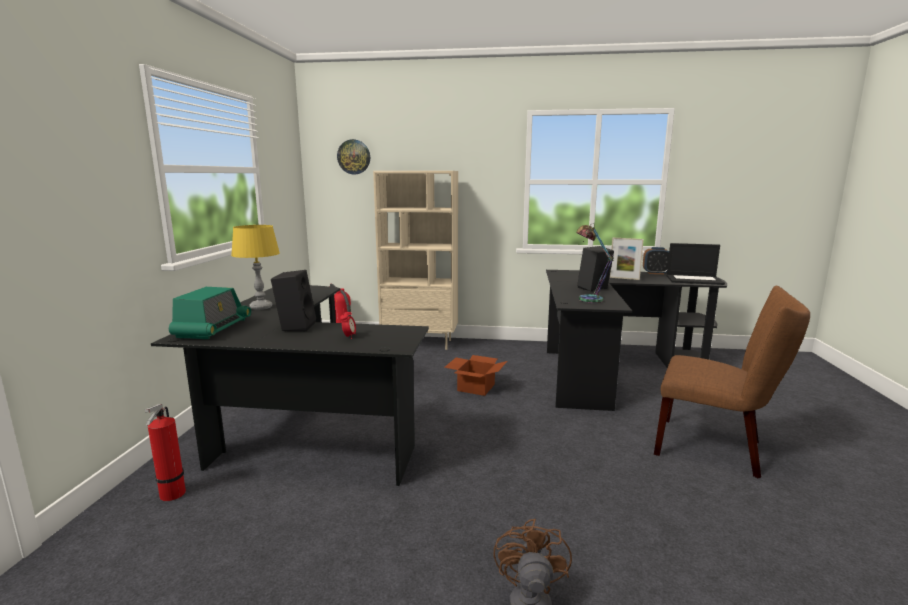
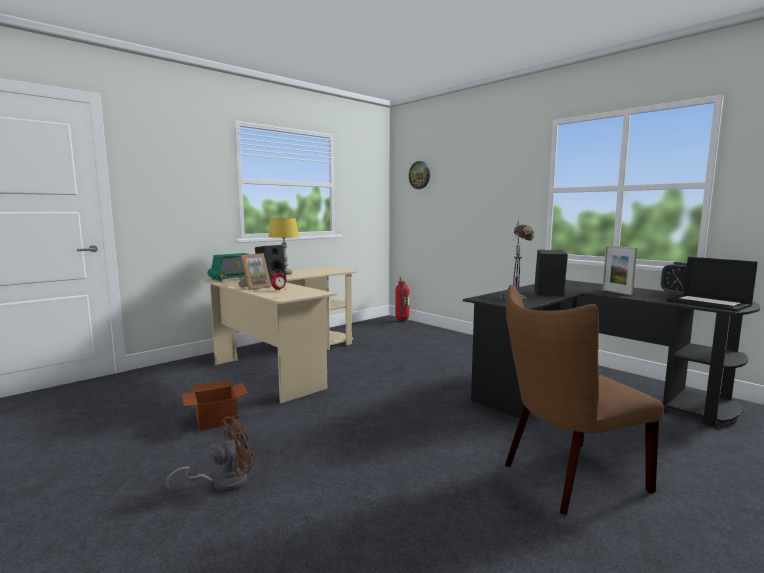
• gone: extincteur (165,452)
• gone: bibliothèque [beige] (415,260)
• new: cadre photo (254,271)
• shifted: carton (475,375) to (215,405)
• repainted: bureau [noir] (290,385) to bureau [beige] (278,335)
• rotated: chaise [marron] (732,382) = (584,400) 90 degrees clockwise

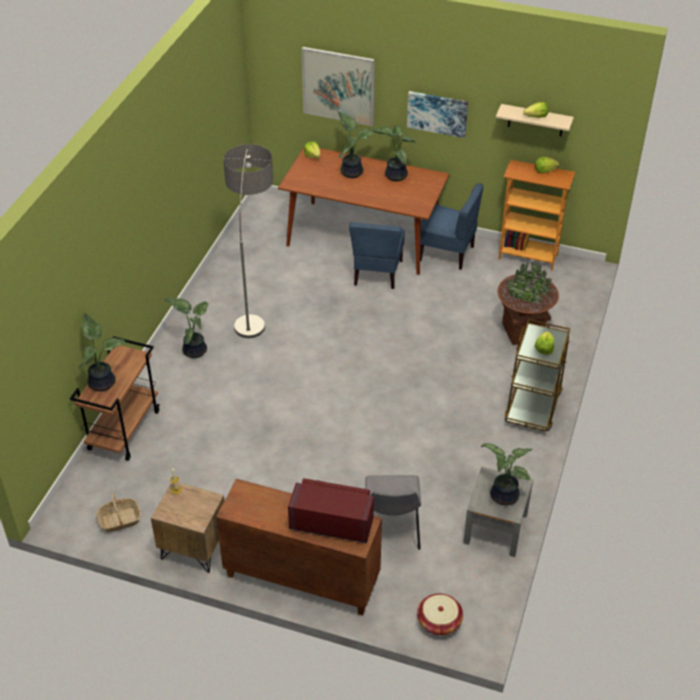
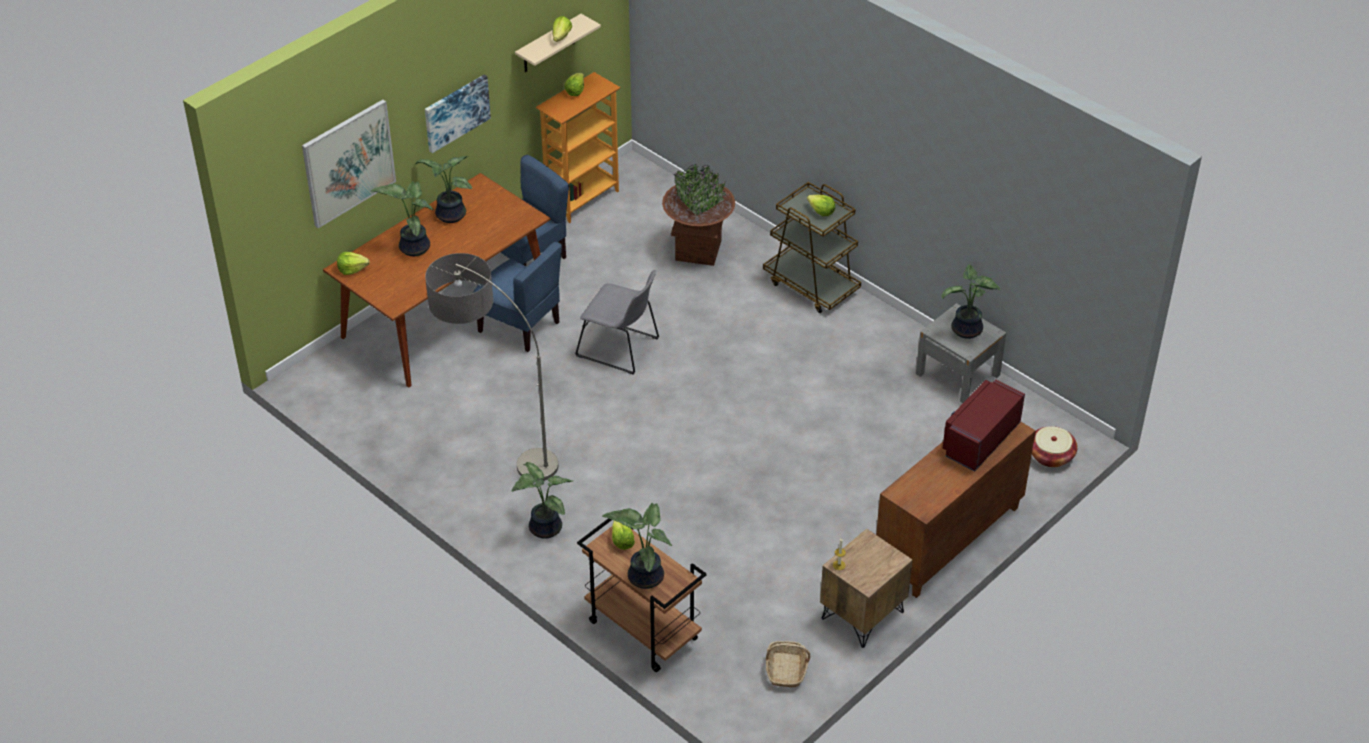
• new: laitue (623,535)
• shifted: chaise [gris] (393,512) to (617,322)

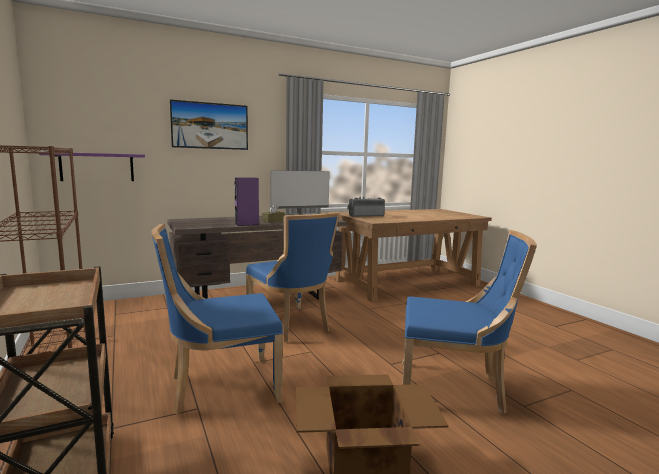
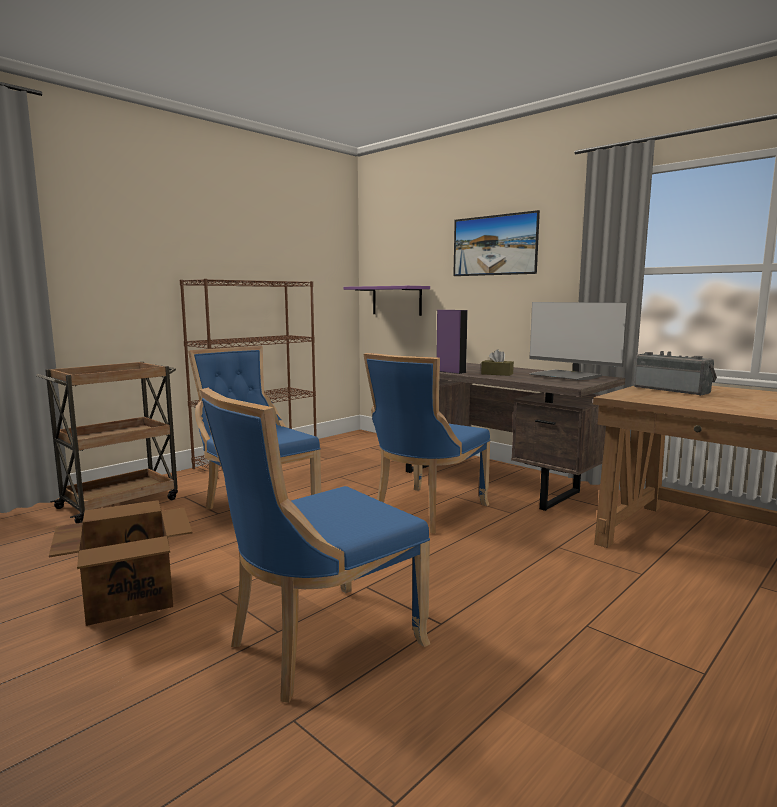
• rotated: chaise [bleu] (469,322) = (315,545) 60 degrees clockwise

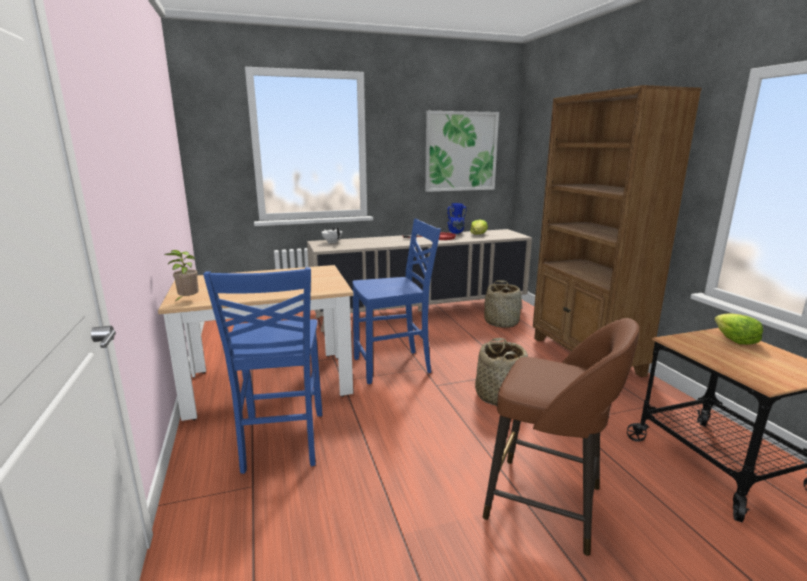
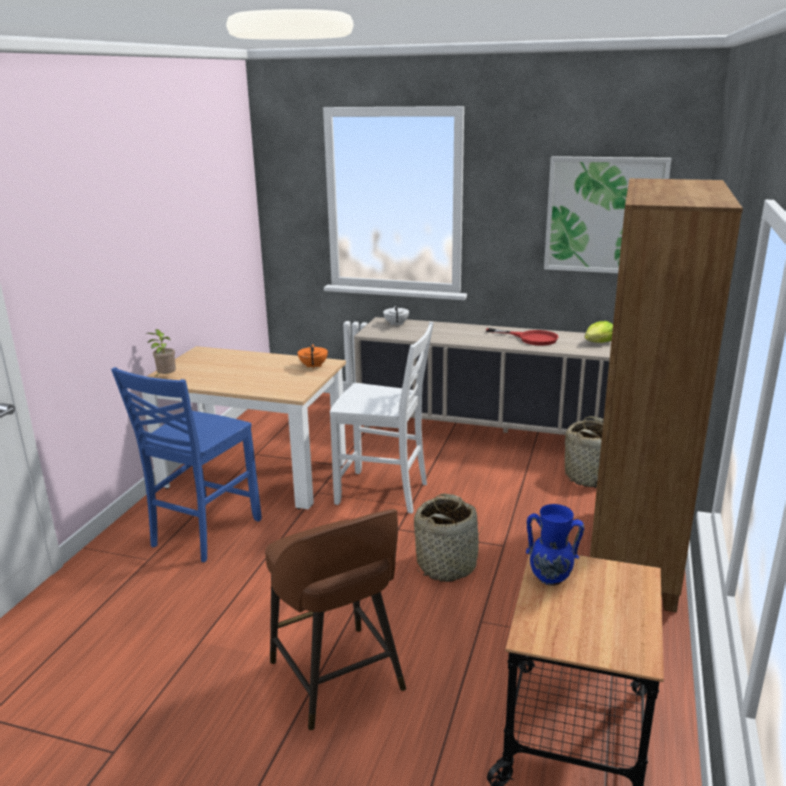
• gone: laitue (739,329)
• new: théière [orange] (313,356)
• shifted: vase [bleu] (457,219) to (555,545)
• repainted: chaise [bleu] (396,301) to chaise [blanc] (382,418)

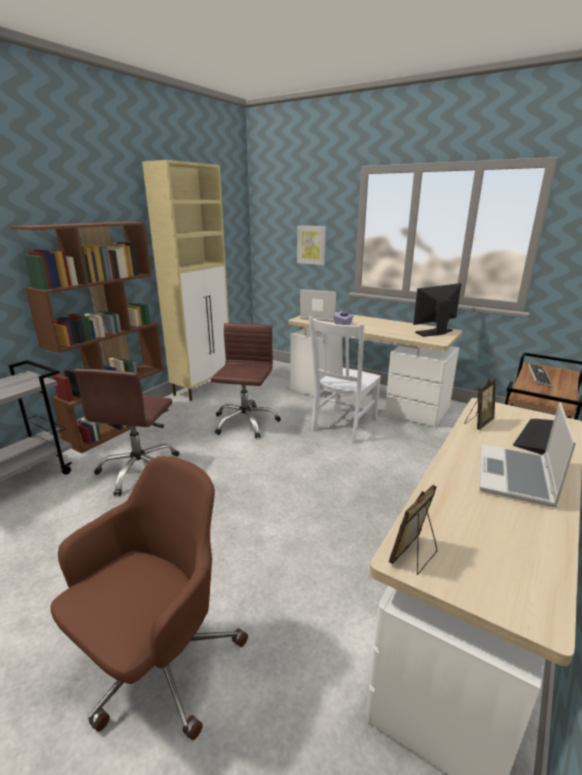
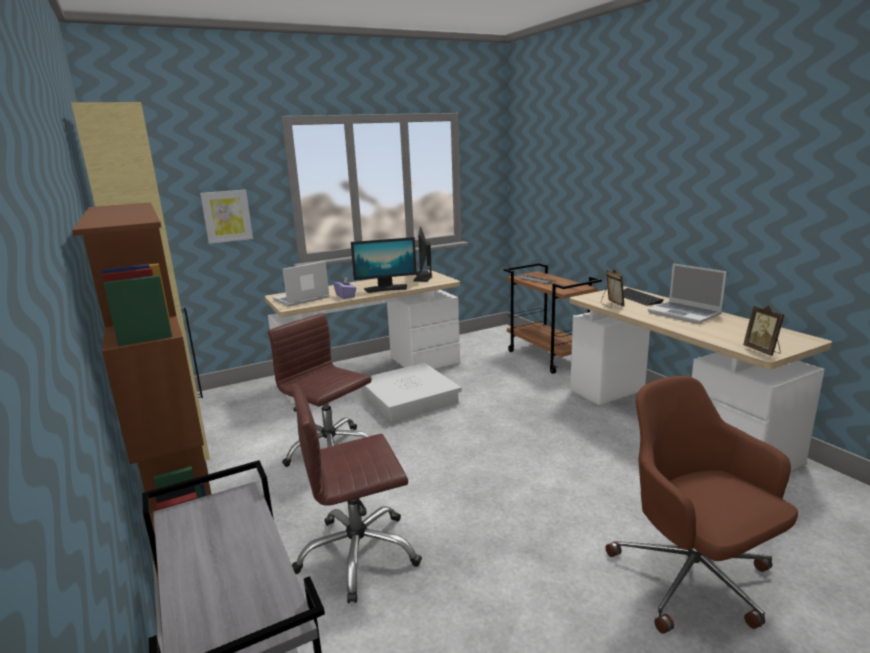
• new: écran d'ordinateur (384,265)
• swapped: chaise [blanc] (345,379) to boîte de rangement [blanc] (412,393)
• rotated: chaise de bureau [marron] (126,432) = (356,493) 120 degrees clockwise

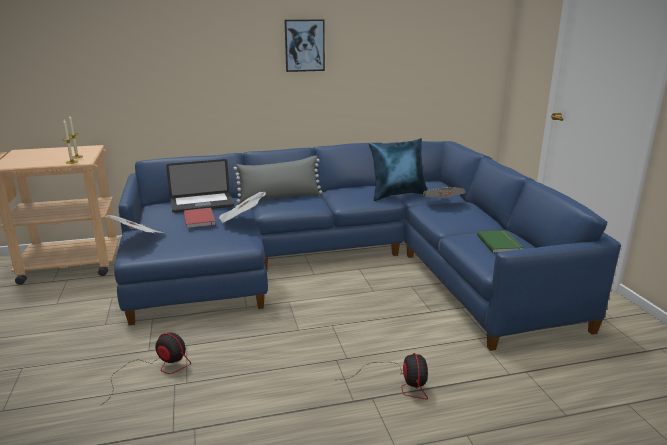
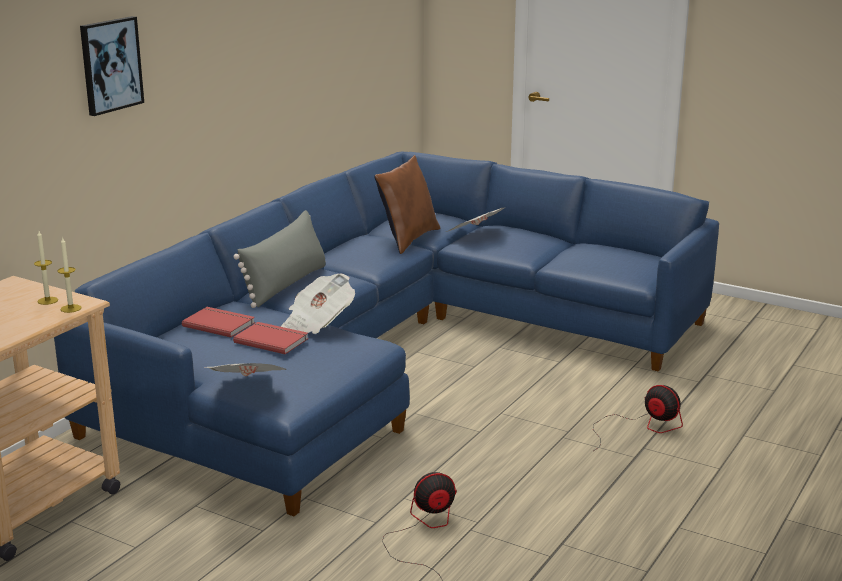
• gone: livre [vert] (500,241)
• shifted: tableau (305,45) to (112,66)
• swapped: ordinateur portable (200,186) to livre [rouge] (218,322)
• repainted: coussin [bleu] (398,169) to coussin [marron] (407,204)

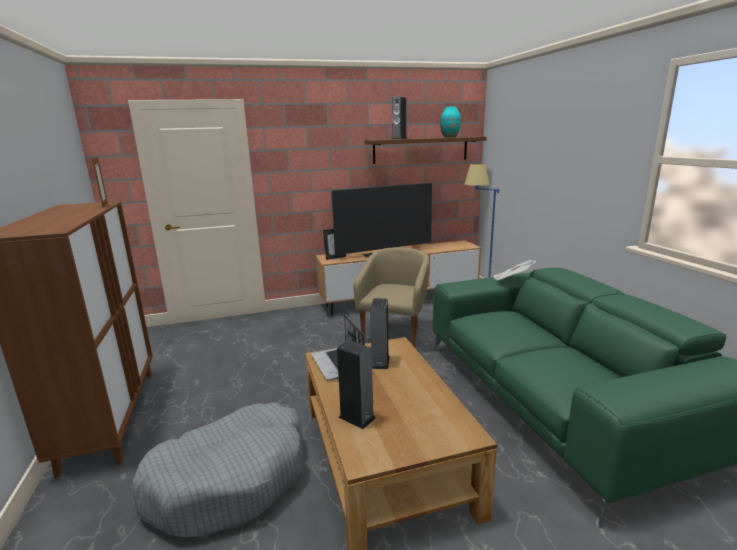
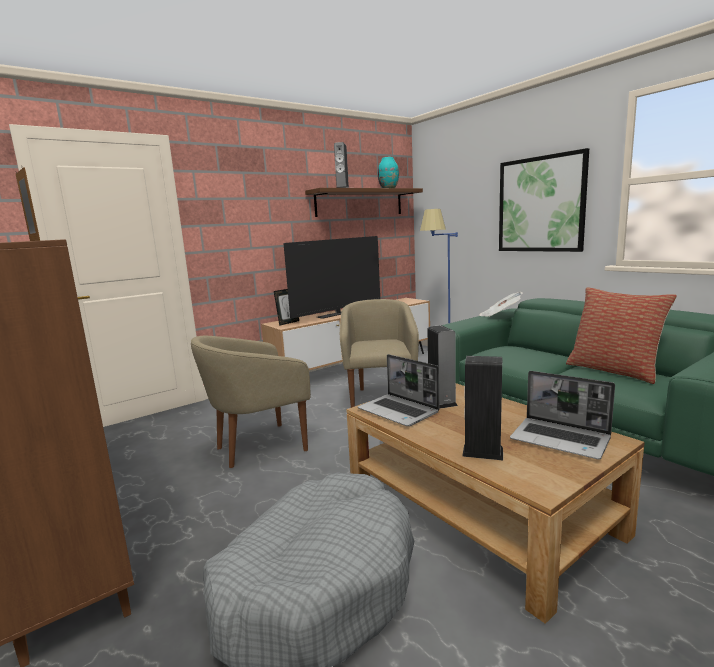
• new: fauteuil [beige] (251,402)
• new: tableau (544,200)
• new: ordinateur portable (562,415)
• new: coussin (621,335)

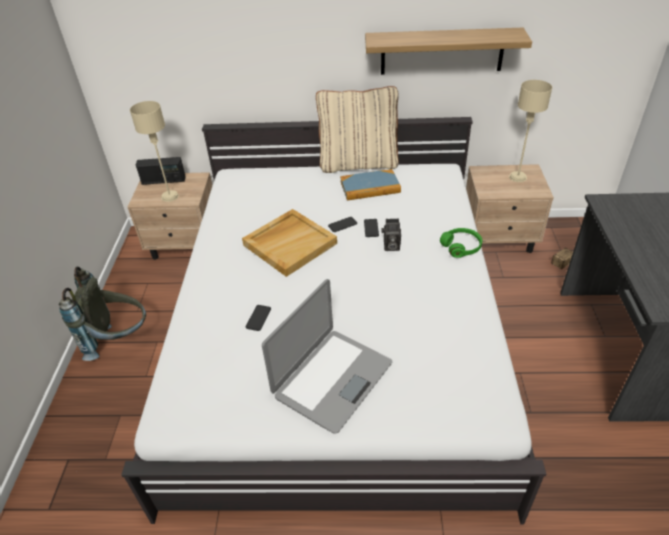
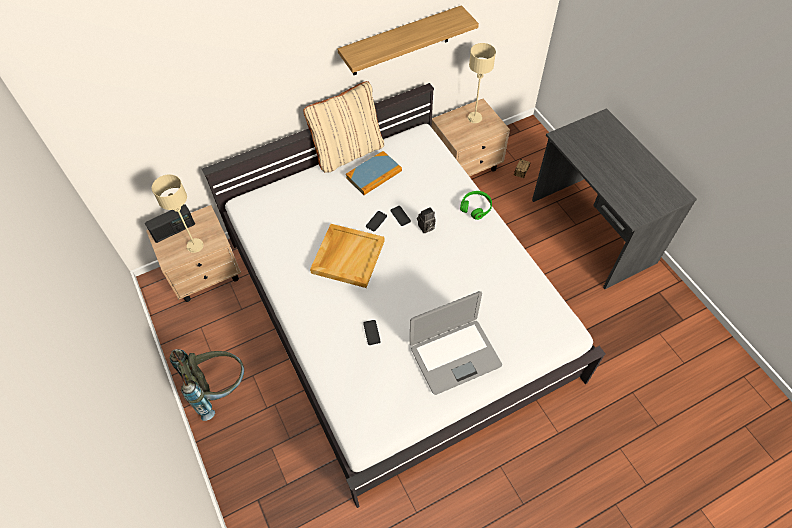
• rotated: ordinateur portable (327,356) = (456,343) 60 degrees clockwise

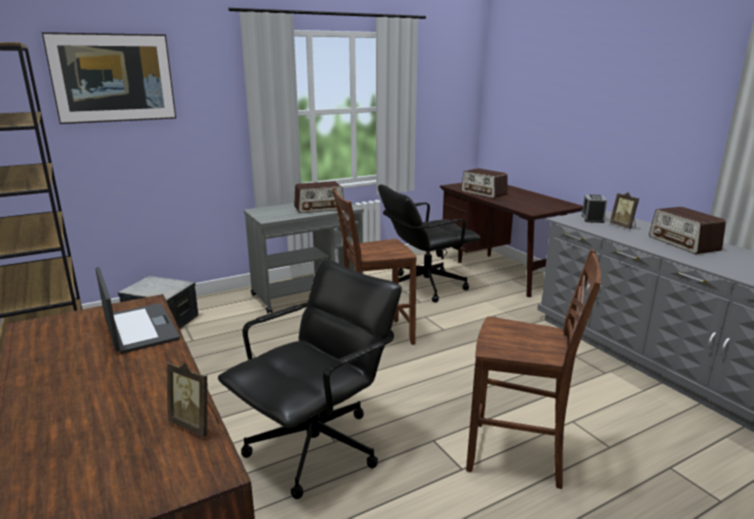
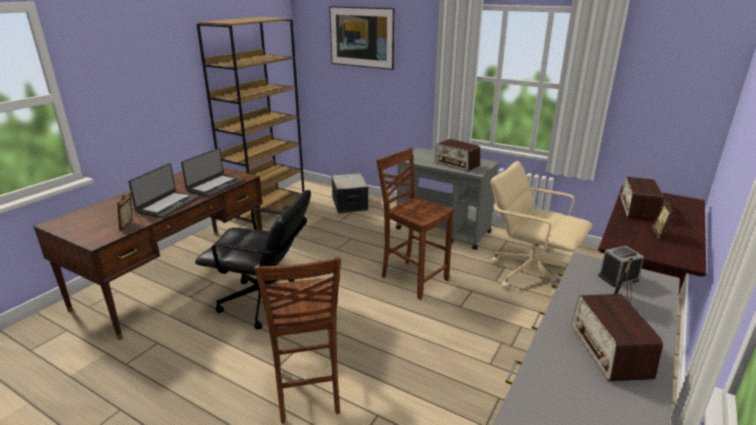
• new: ordinateur portable (164,190)
• new: cadre photo (663,219)
• repainted: chaise de bureau [noir] (429,243) to chaise de bureau [beige] (542,229)
• rotated: radio (687,230) = (617,337) 45 degrees counterclockwise

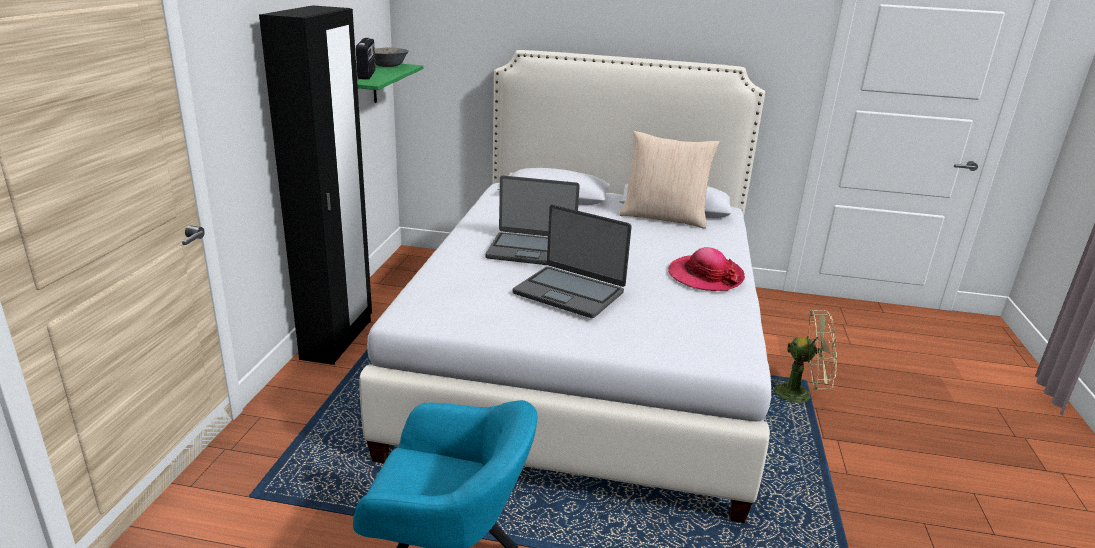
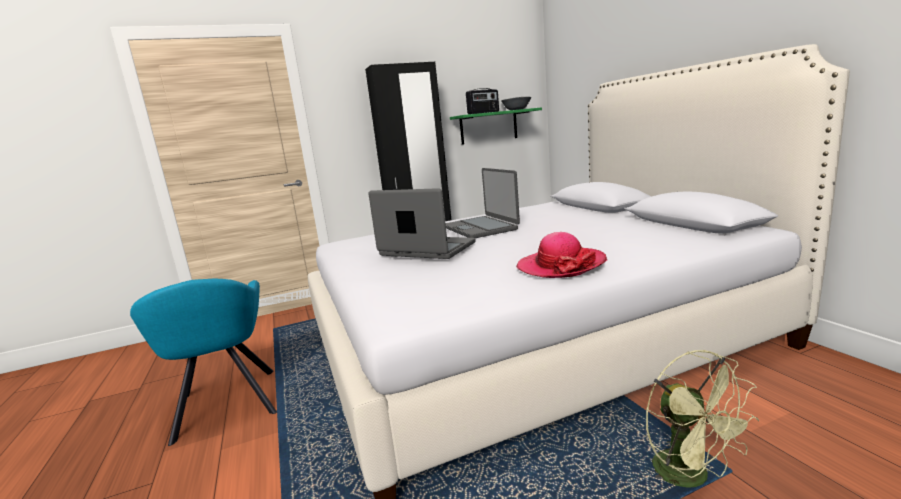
• gone: coussin [beige] (669,180)
• rotated: ordinateur portable (572,261) = (422,223) 120 degrees clockwise

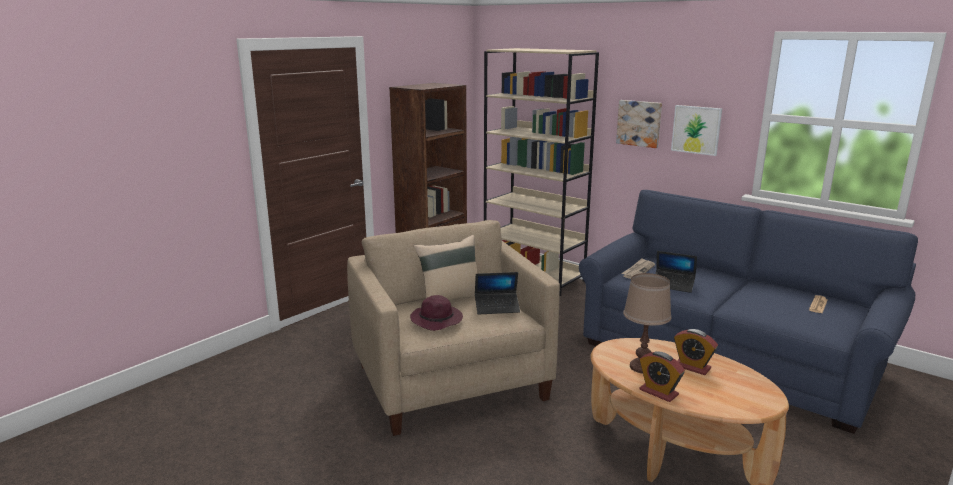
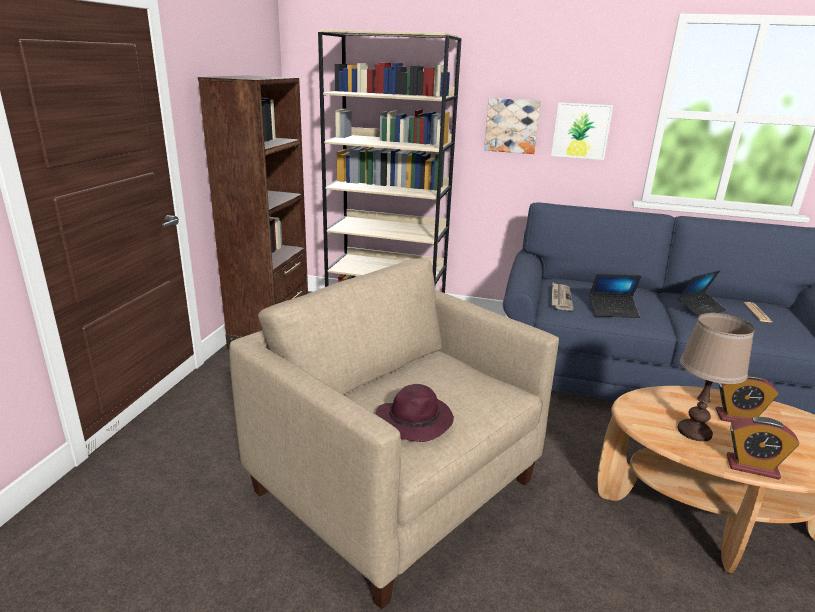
• gone: coussin [beige] (445,268)
• shifted: ordinateur portable (497,293) to (702,293)

